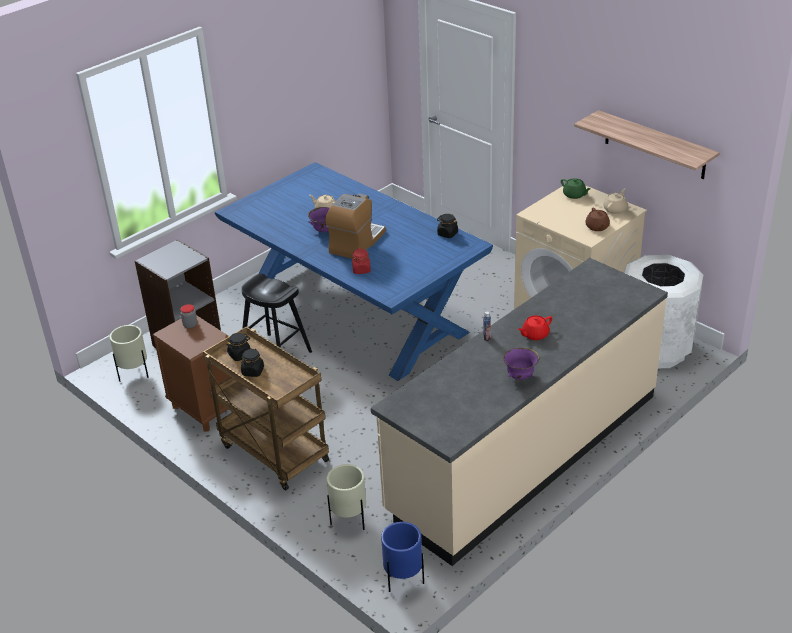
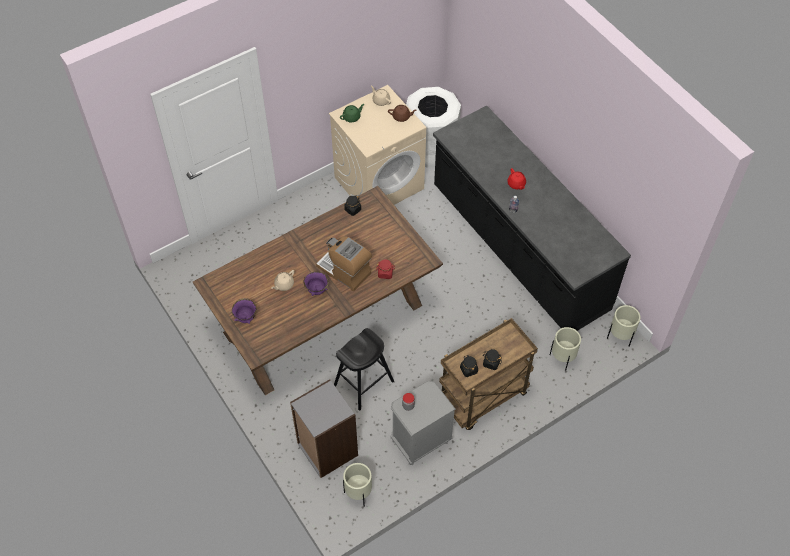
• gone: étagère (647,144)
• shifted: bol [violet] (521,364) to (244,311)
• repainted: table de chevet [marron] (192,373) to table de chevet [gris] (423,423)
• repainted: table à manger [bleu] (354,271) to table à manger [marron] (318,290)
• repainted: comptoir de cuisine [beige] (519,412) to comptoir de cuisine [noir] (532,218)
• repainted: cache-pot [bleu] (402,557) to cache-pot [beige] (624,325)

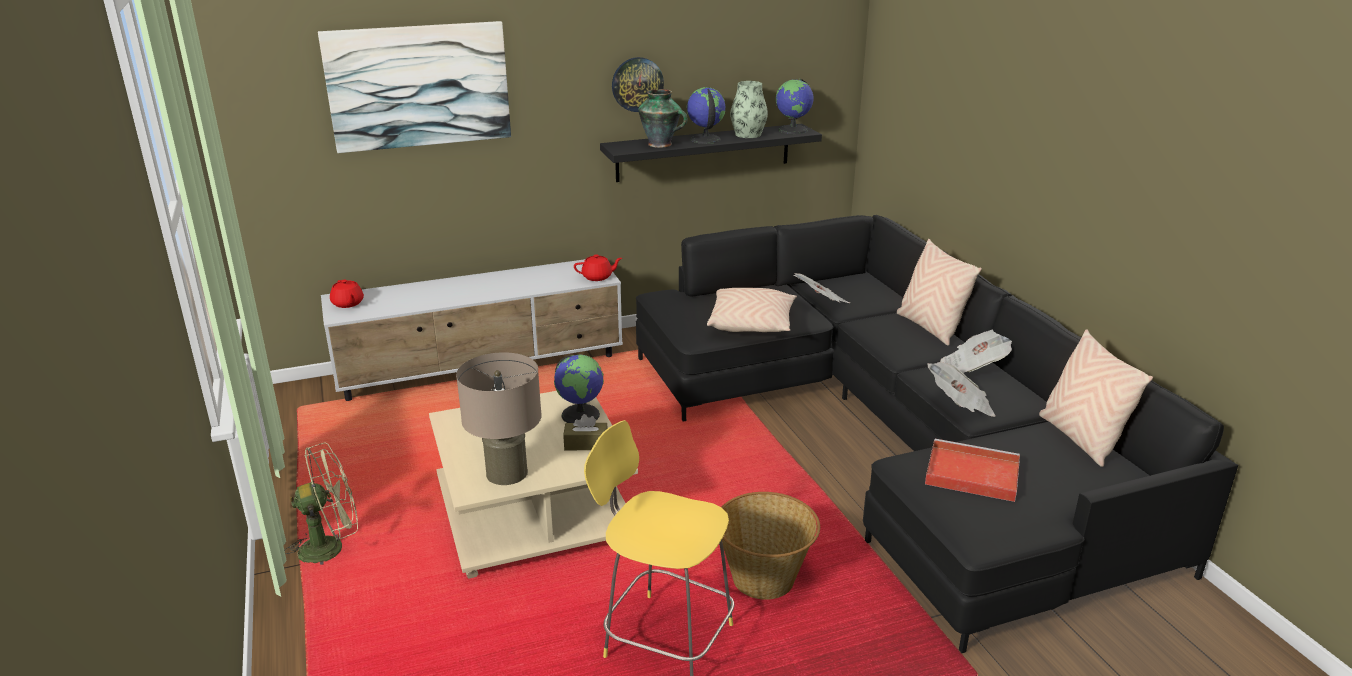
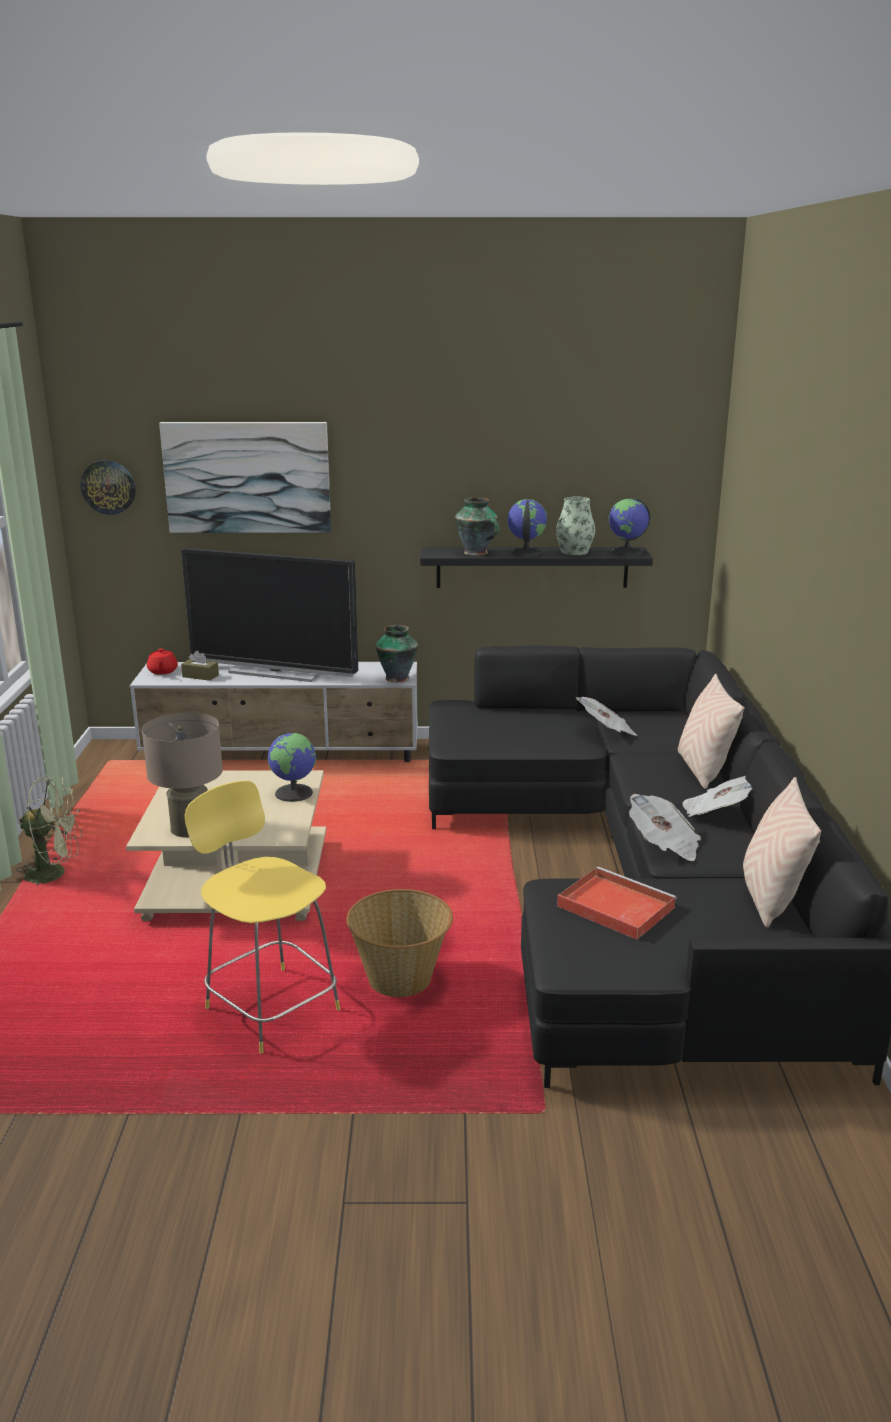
• gone: coussin [beige] (752,310)
• new: téléviseur (269,615)
• shifted: boîte à mouchoirs [marron] (585,432) to (200,665)
• shifted: horloge murale (638,84) to (108,487)
• swapped: théière [rouge] (598,267) to vase (396,654)

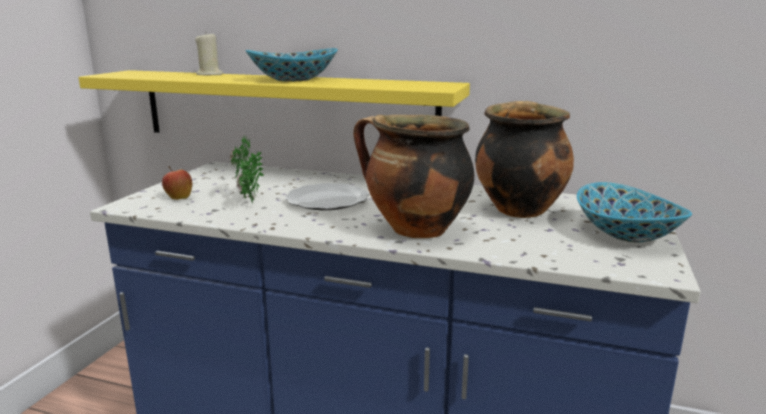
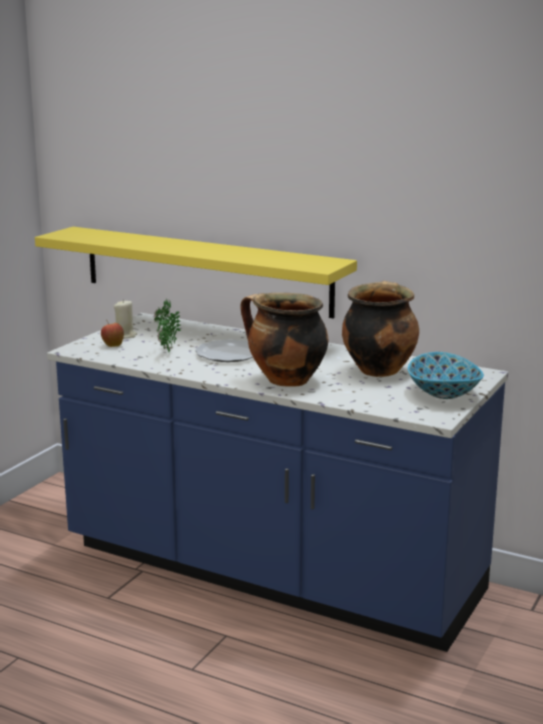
• gone: bol (291,65)
• shifted: bougie [beige] (209,54) to (125,318)

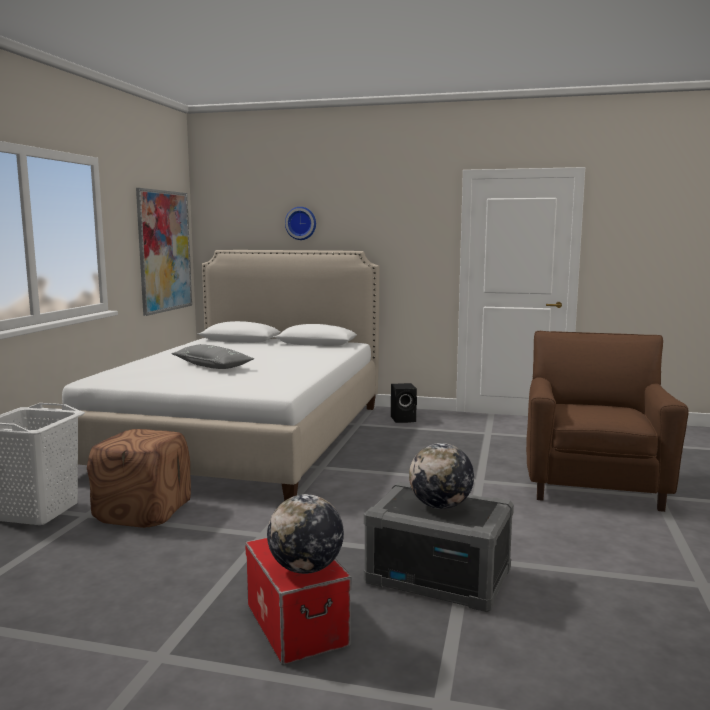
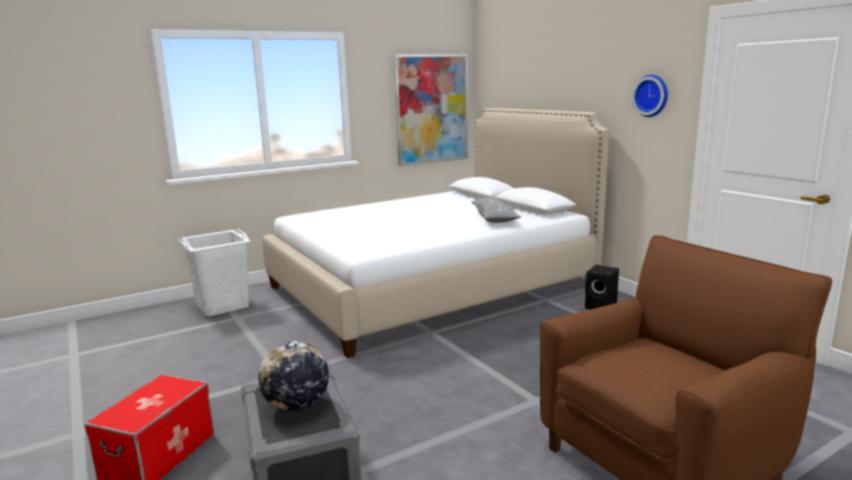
• gone: pouf [marron] (139,478)
• gone: globe (305,534)
• shifted: coussin [gris] (212,356) to (496,210)
• shifted: horloge murale (300,223) to (650,96)

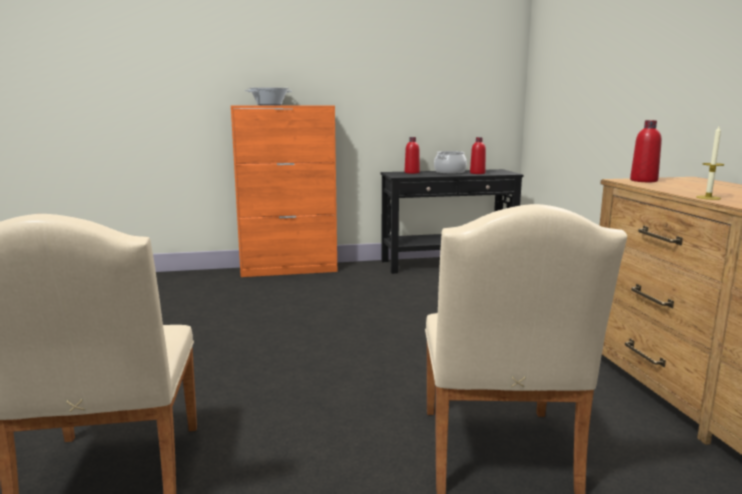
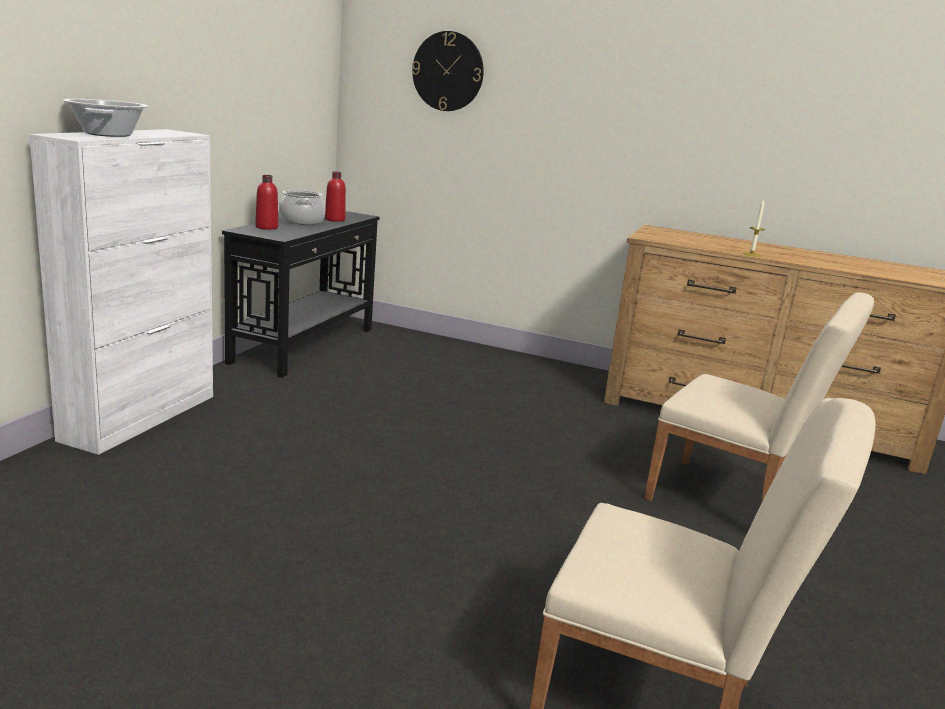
• gone: bouteille [rouge] (646,151)
• new: horloge murale (448,71)
• repainted: meuble de rangement [orange] (284,191) to meuble de rangement [blanc] (121,292)

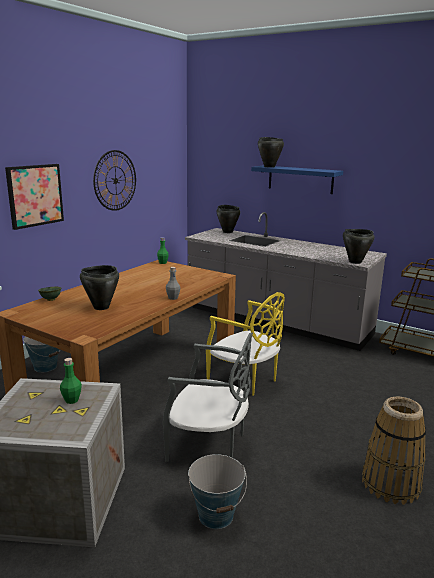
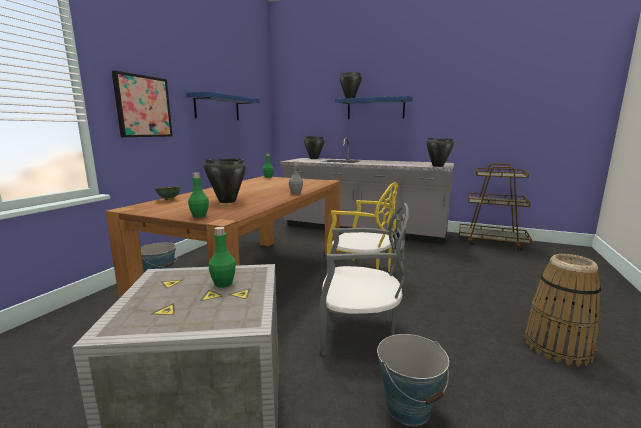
• new: bouteille [vert] (198,195)
• swapped: horloge murale (114,180) to étagère [bleu] (223,105)

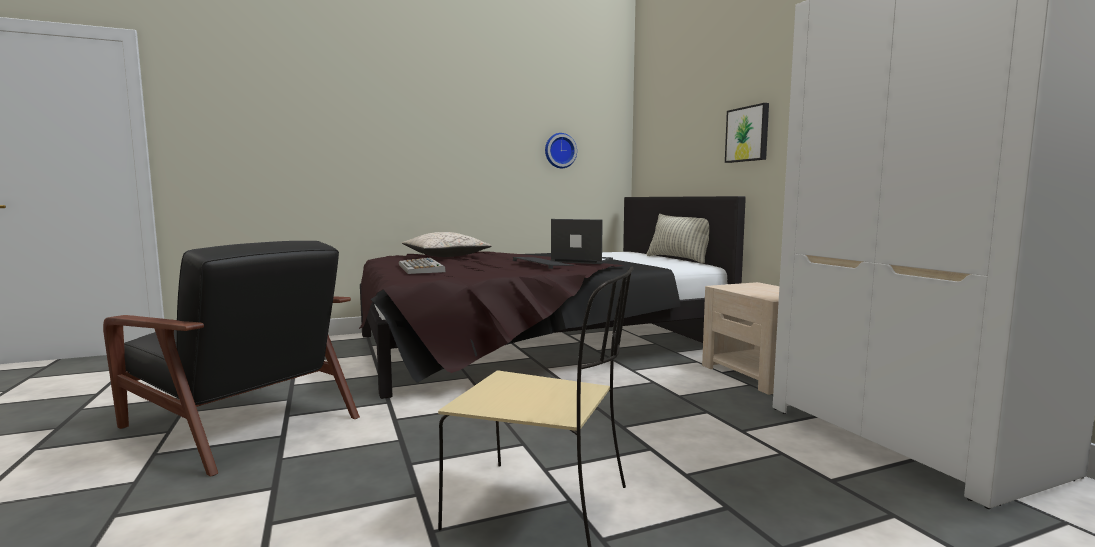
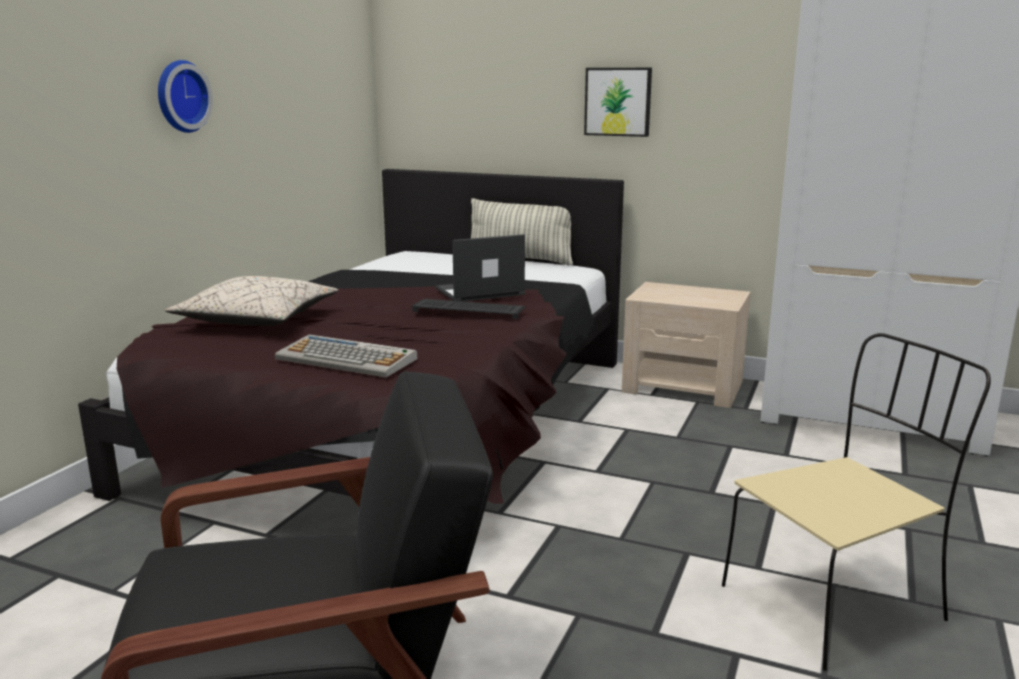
• shifted: horloge murale (561,150) to (185,96)

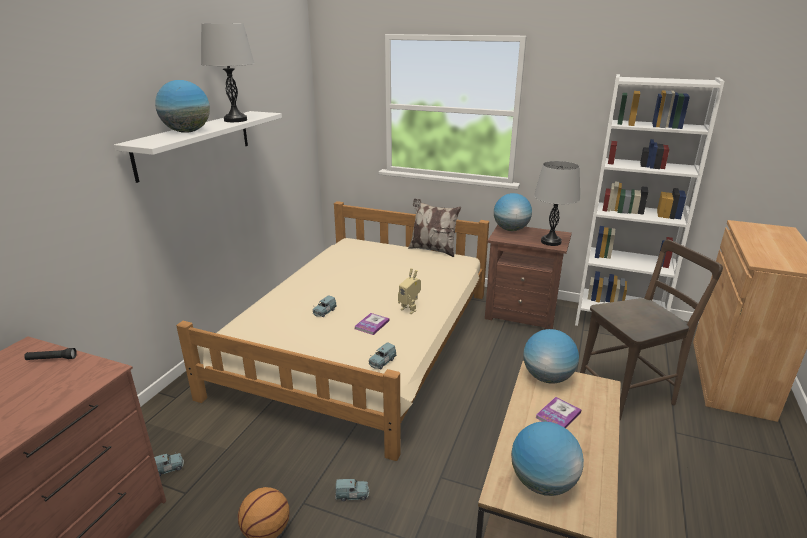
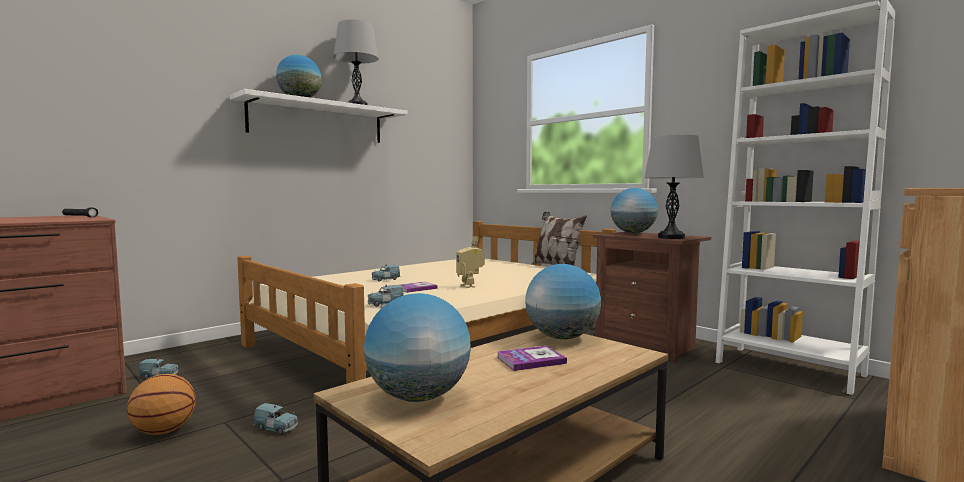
• gone: chaise [marron] (651,330)

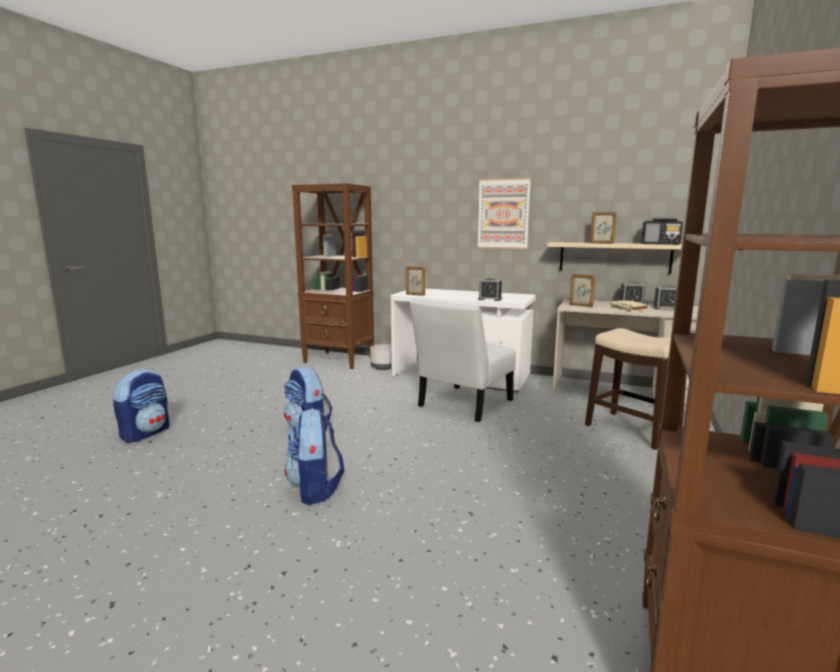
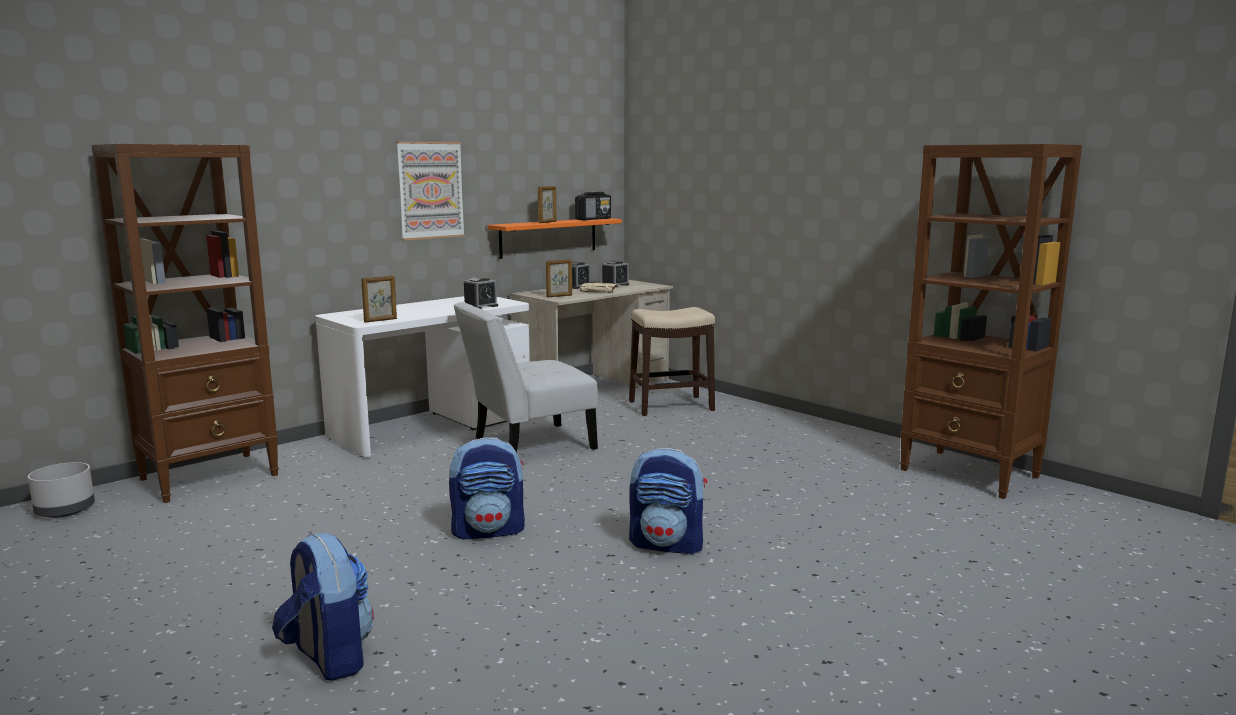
• shifted: cache-pot [gris] (381,357) to (61,490)
• repainted: étagère [beige] (614,258) to étagère [orange] (555,238)
• rotated: chaise [blanc] (462,360) = (526,377) 90 degrees clockwise

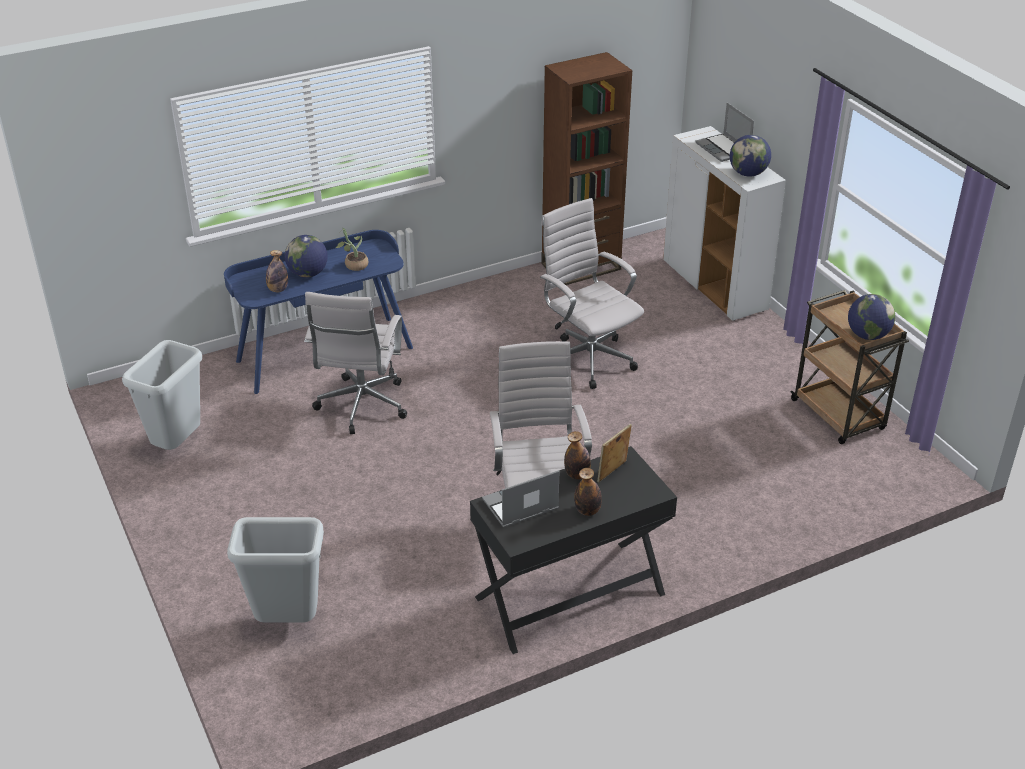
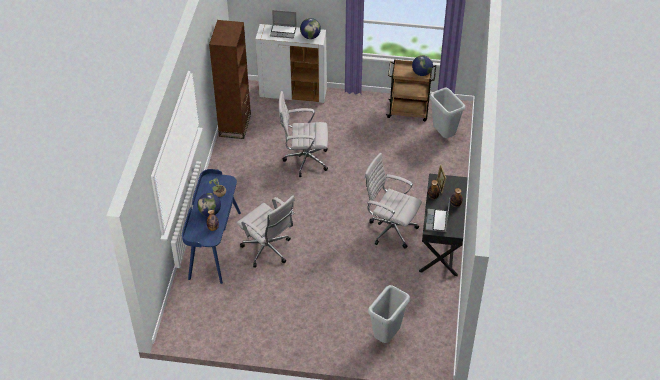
• shifted: poubelle [gris] (162,395) to (447,113)

